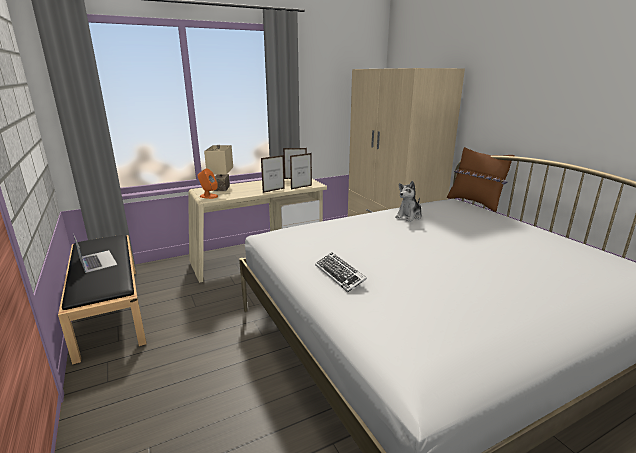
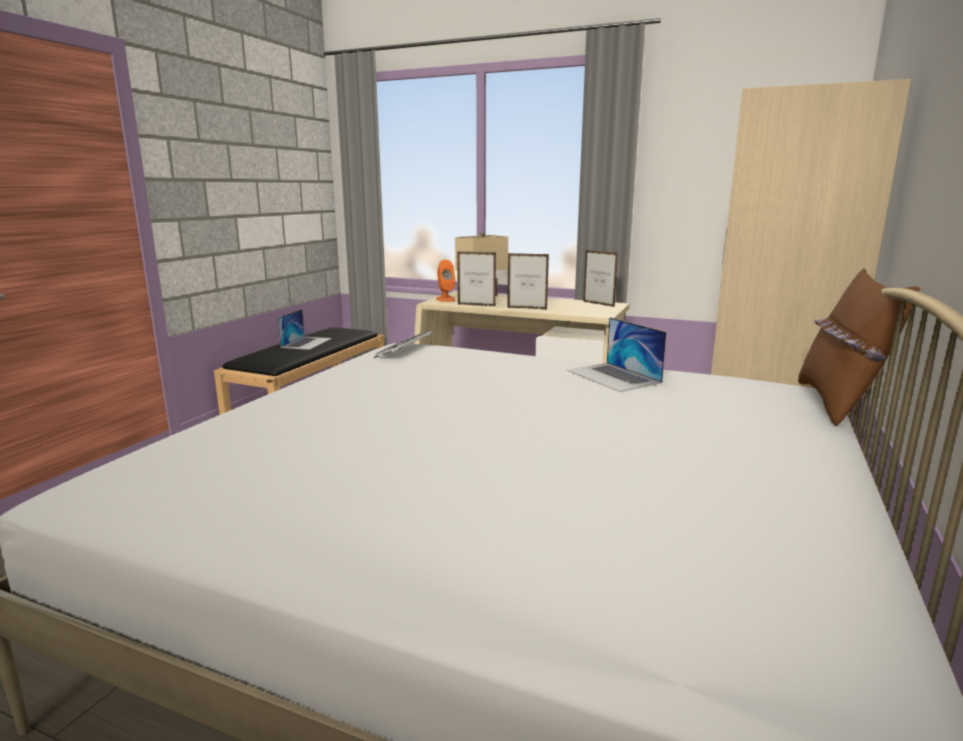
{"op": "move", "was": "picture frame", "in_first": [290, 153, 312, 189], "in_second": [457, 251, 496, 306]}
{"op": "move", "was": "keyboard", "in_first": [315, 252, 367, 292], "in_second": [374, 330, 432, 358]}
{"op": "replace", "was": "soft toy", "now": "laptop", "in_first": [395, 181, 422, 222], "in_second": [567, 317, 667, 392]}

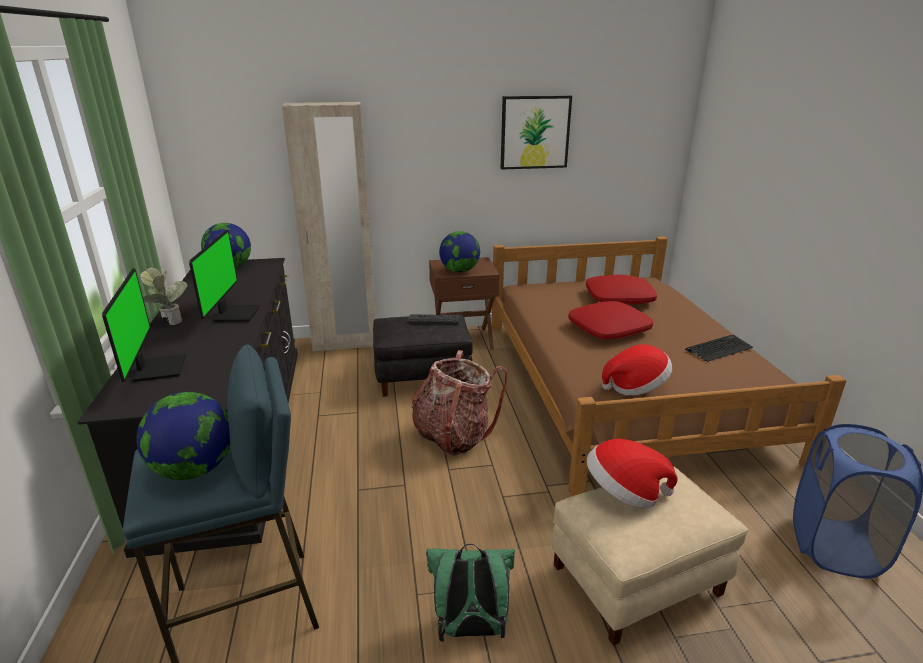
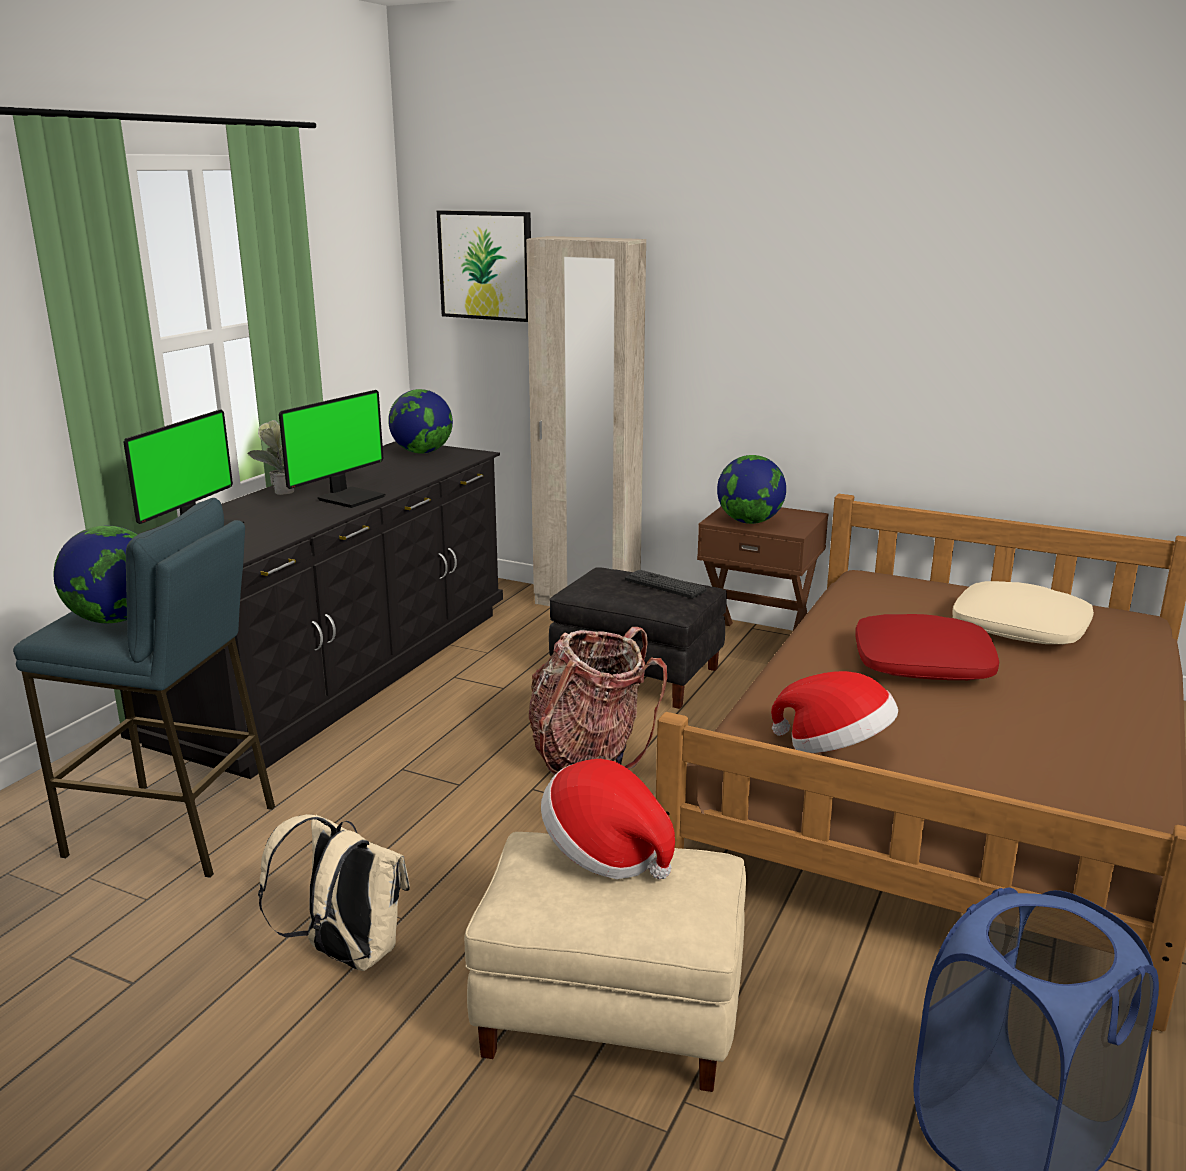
{"op": "recolor", "was": "greenish knapsack", "now": "beige-coloured knapsack", "in_first": [426, 544, 515, 642], "in_second": [258, 814, 410, 971]}
{"op": "move", "was": "wall art", "in_first": [501, 95, 572, 170], "in_second": [437, 210, 531, 322]}
{"op": "recolor", "was": "reddish pillow", "now": "beige-coloured pillow", "in_first": [586, 275, 657, 305], "in_second": [952, 581, 1094, 644]}
{"op": "delete", "was": "keyboard", "in_first": [685, 335, 753, 362]}

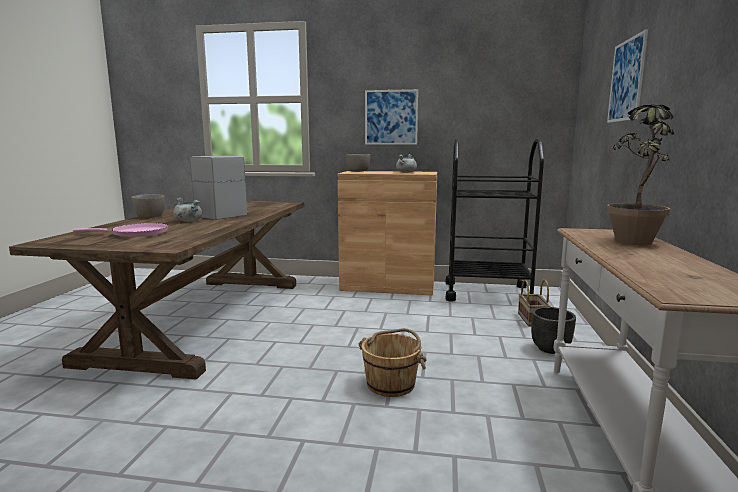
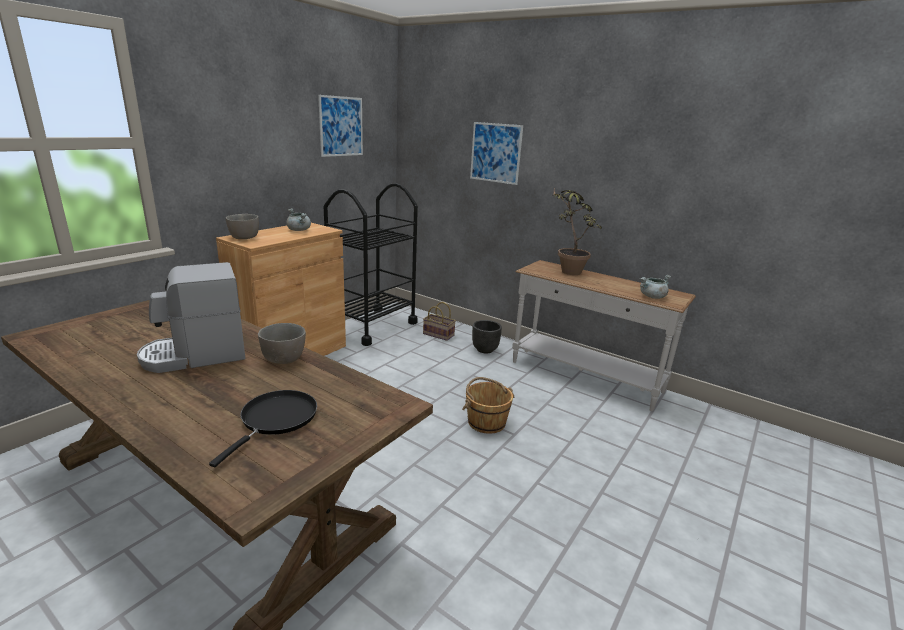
{"op": "recolor", "was": "pink skillet", "now": "black skillet", "in_first": [73, 223, 168, 237], "in_second": [209, 390, 317, 467]}
{"op": "move", "was": "grey bowl", "in_first": [131, 194, 165, 218], "in_second": [258, 323, 306, 364]}
{"op": "move", "was": "grey stockpot", "in_first": [174, 198, 202, 222], "in_second": [640, 275, 671, 299]}
{"op": "move", "was": "wall art", "in_first": [365, 89, 418, 145], "in_second": [318, 95, 363, 157]}

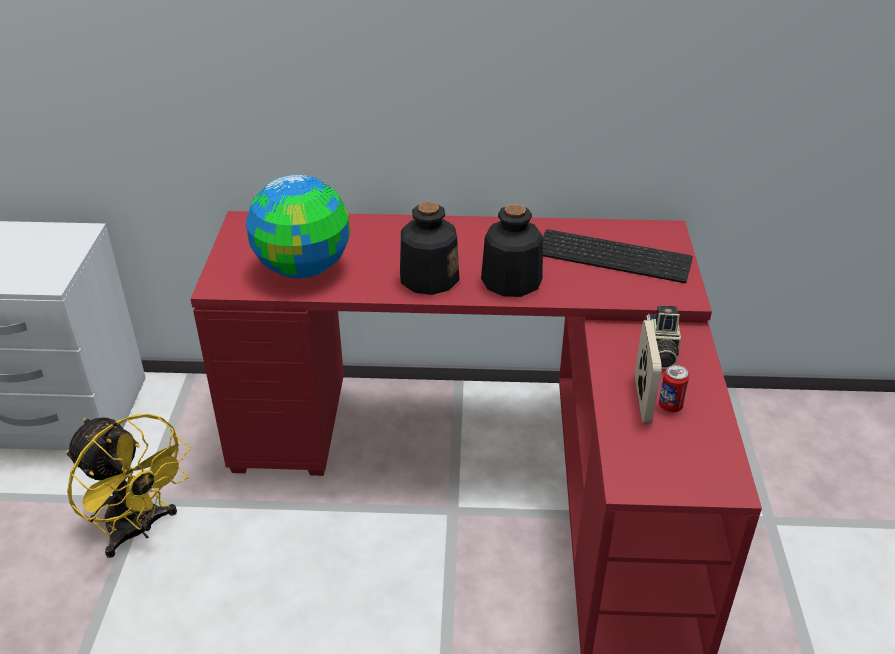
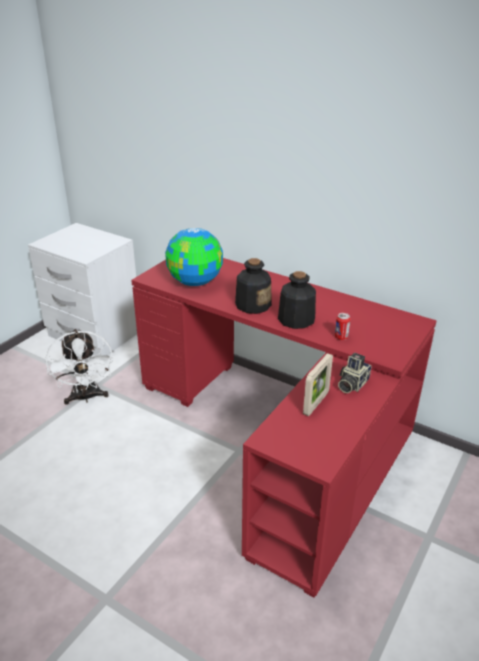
{"op": "recolor", "was": "yellowish fan", "now": "whitish fan", "in_first": [66, 414, 191, 558], "in_second": [46, 329, 114, 405]}
{"op": "delete", "was": "keyboard", "in_first": [543, 229, 693, 283]}
{"op": "move", "was": "sealed can", "in_first": [659, 365, 689, 412], "in_second": [335, 313, 351, 340]}

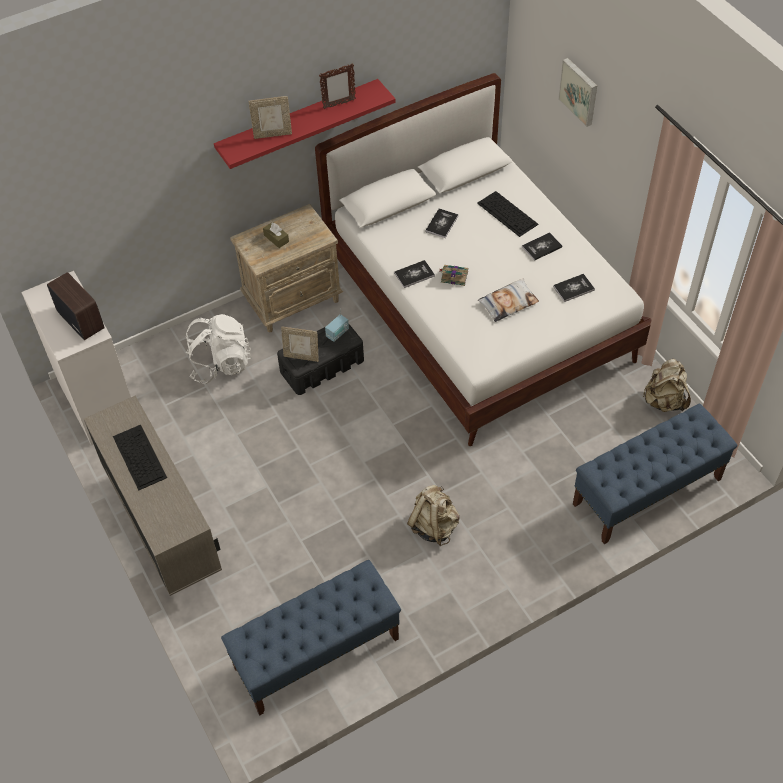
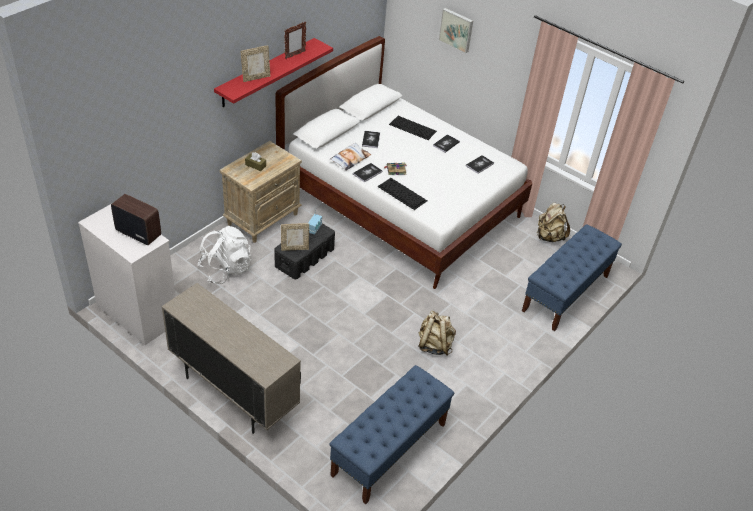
{"op": "move", "was": "keyboard", "in_first": [113, 425, 167, 491], "in_second": [377, 178, 427, 210]}
{"op": "move", "was": "pillow", "in_first": [478, 279, 539, 322], "in_second": [330, 143, 371, 171]}

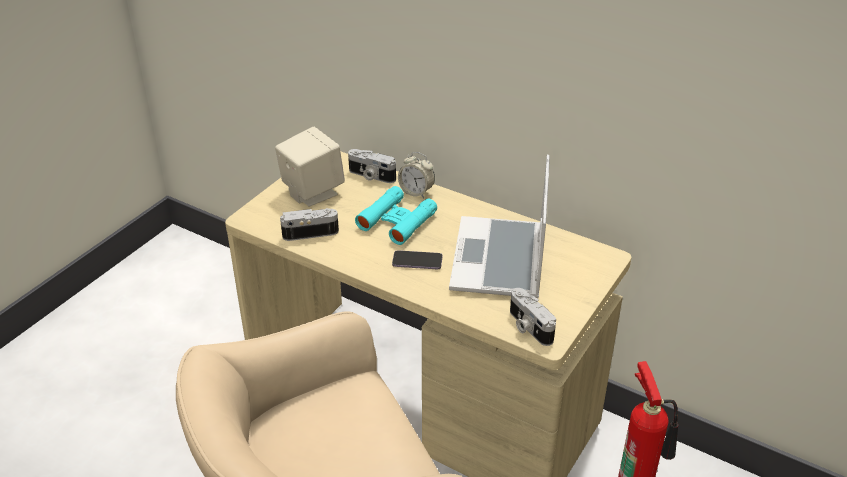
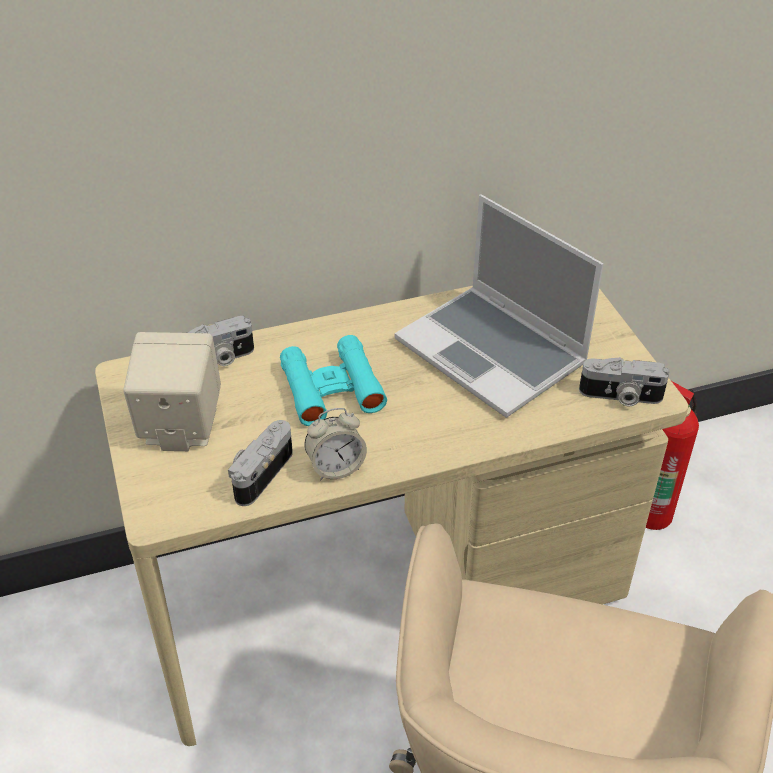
{"op": "delete", "was": "handset", "in_first": [392, 250, 442, 269]}
{"op": "move", "was": "bedside clock", "in_first": [398, 152, 435, 198], "in_second": [305, 408, 367, 480]}

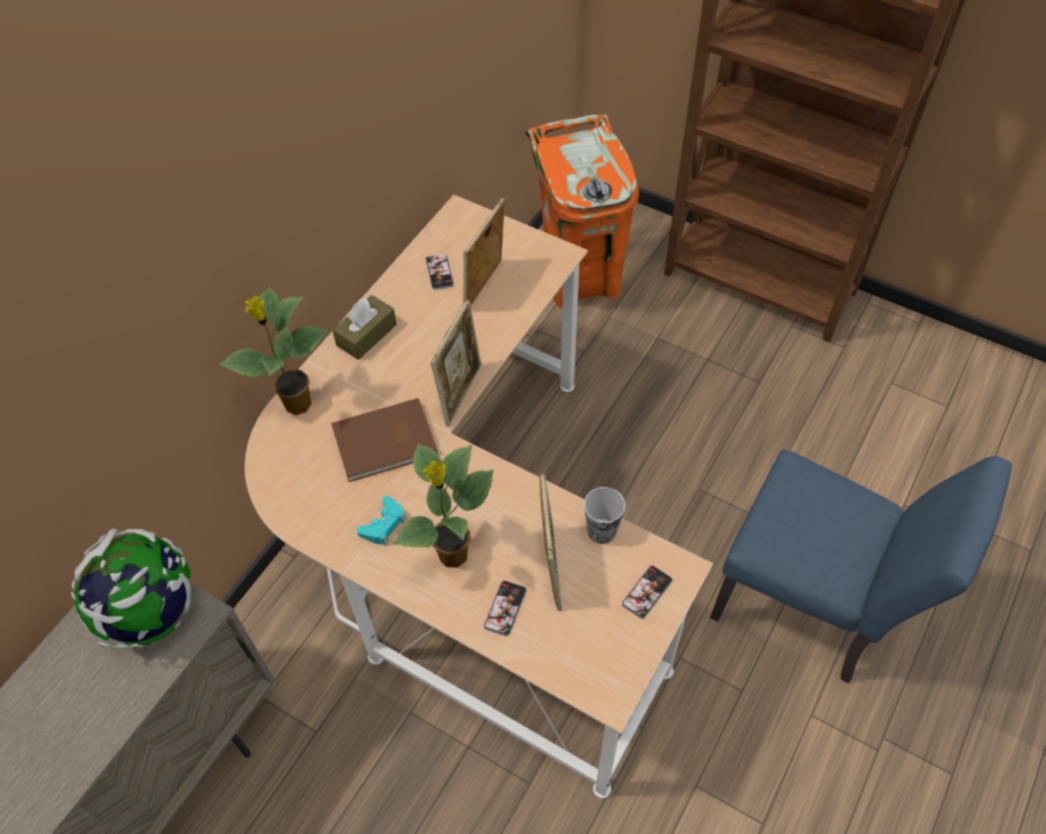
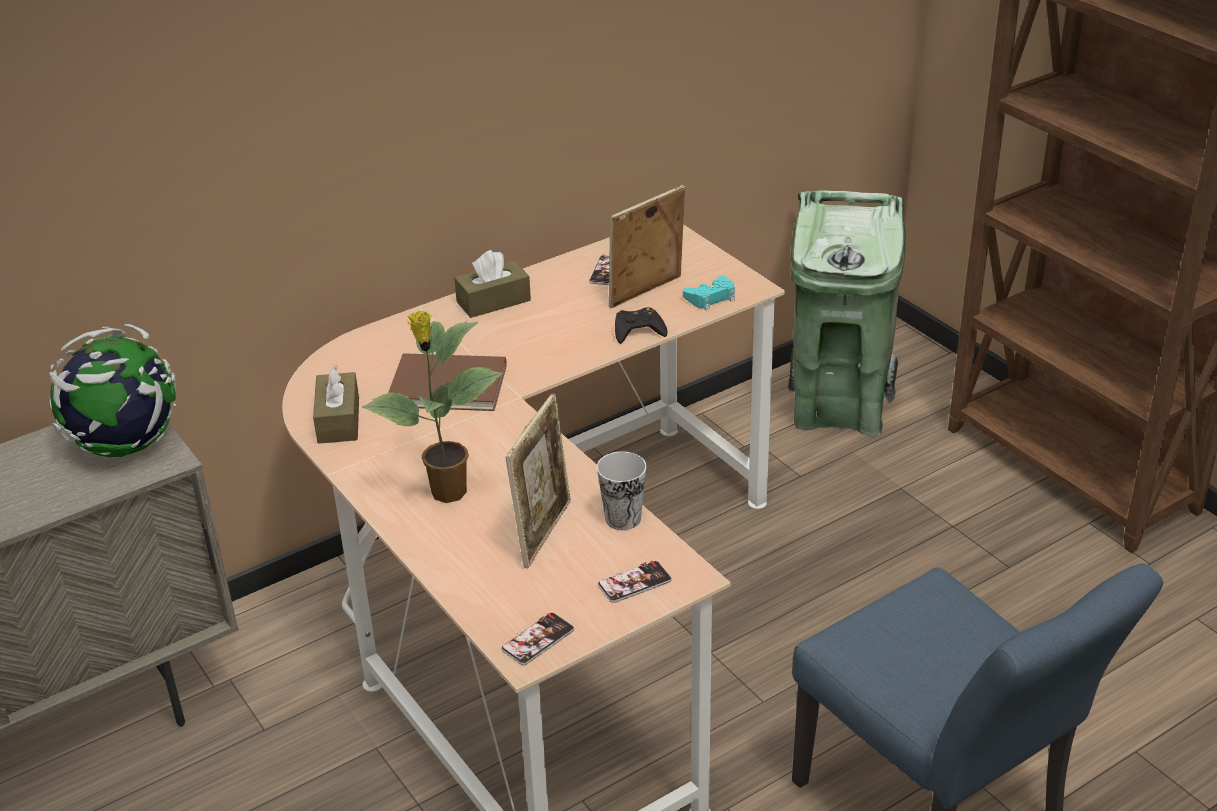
{"op": "delete", "was": "potted plant", "in_first": [219, 287, 329, 415]}
{"op": "move", "was": "turquoise game controller", "in_first": [357, 496, 407, 545], "in_second": [683, 276, 735, 310]}
{"op": "delete", "was": "picture frame", "in_first": [431, 299, 482, 427]}
{"op": "move", "was": "handset", "in_first": [484, 580, 527, 636], "in_second": [501, 613, 574, 665]}
{"op": "recolor", "was": "orange rubbish bin", "now": "greenish rubbish bin", "in_first": [526, 114, 639, 308], "in_second": [788, 190, 906, 436]}
{"op": "insert", "now": "brownish box of tissues", "in_second": [313, 365, 359, 444]}
{"op": "insert", "now": "black game controller", "in_second": [615, 307, 668, 344]}

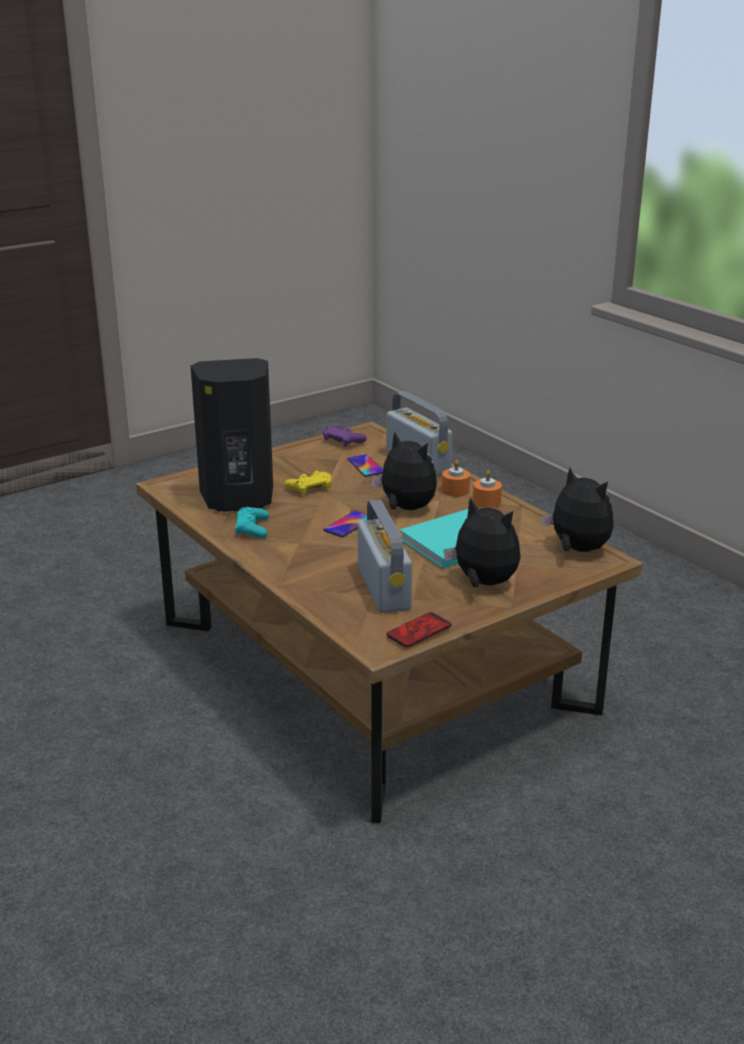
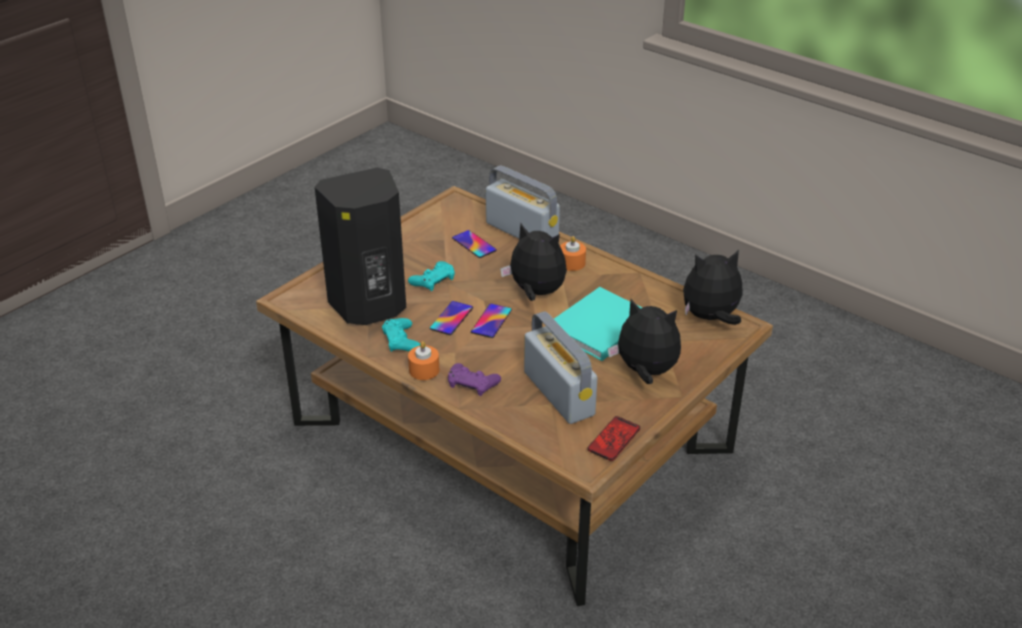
{"op": "recolor", "was": "yellowish game controller", "now": "turquoise game controller", "in_first": [284, 471, 332, 495], "in_second": [408, 261, 455, 291]}
{"op": "move", "was": "purple-coloured game controller", "in_first": [323, 424, 367, 447], "in_second": [448, 363, 501, 396]}
{"op": "move", "was": "orange wax light", "in_first": [473, 470, 502, 508], "in_second": [408, 341, 439, 380]}
{"op": "rotate", "was": "soft toy", "in_first": [541, 467, 613, 552], "in_second": [683, 250, 743, 325], "clockwise": -45}
{"op": "insert", "now": "handset", "in_second": [430, 301, 473, 335]}

